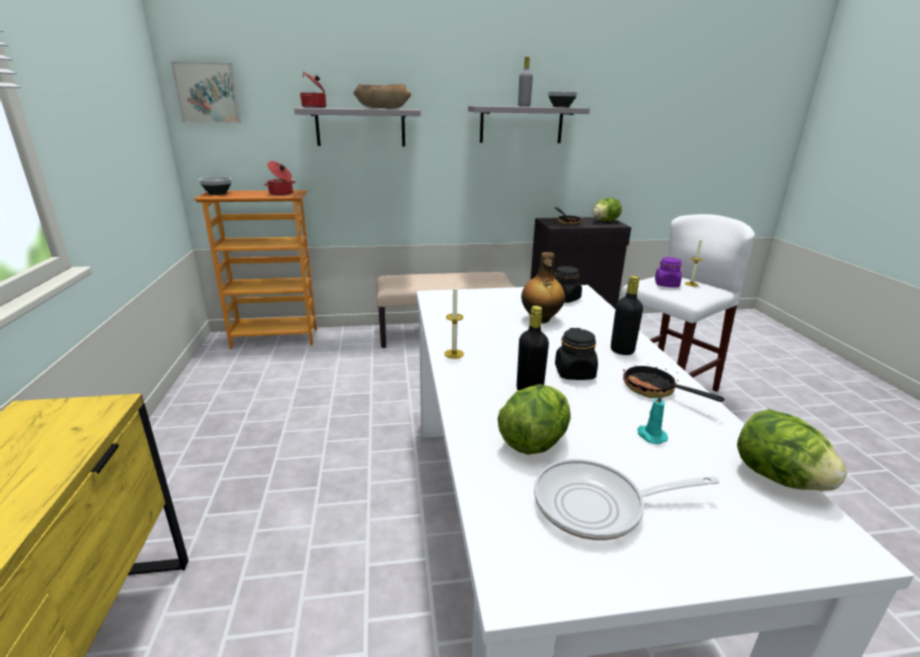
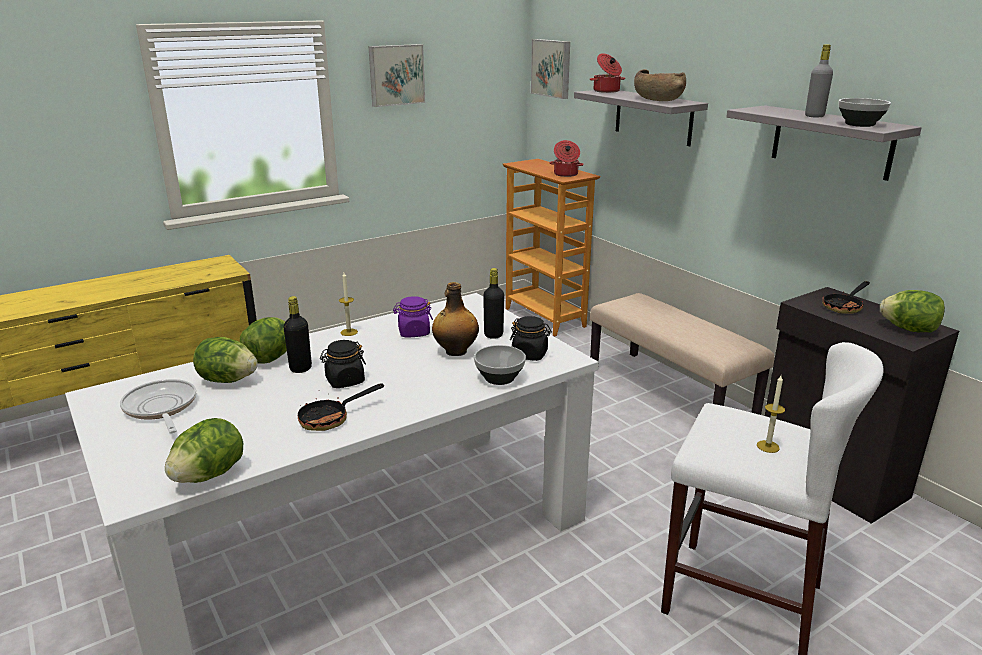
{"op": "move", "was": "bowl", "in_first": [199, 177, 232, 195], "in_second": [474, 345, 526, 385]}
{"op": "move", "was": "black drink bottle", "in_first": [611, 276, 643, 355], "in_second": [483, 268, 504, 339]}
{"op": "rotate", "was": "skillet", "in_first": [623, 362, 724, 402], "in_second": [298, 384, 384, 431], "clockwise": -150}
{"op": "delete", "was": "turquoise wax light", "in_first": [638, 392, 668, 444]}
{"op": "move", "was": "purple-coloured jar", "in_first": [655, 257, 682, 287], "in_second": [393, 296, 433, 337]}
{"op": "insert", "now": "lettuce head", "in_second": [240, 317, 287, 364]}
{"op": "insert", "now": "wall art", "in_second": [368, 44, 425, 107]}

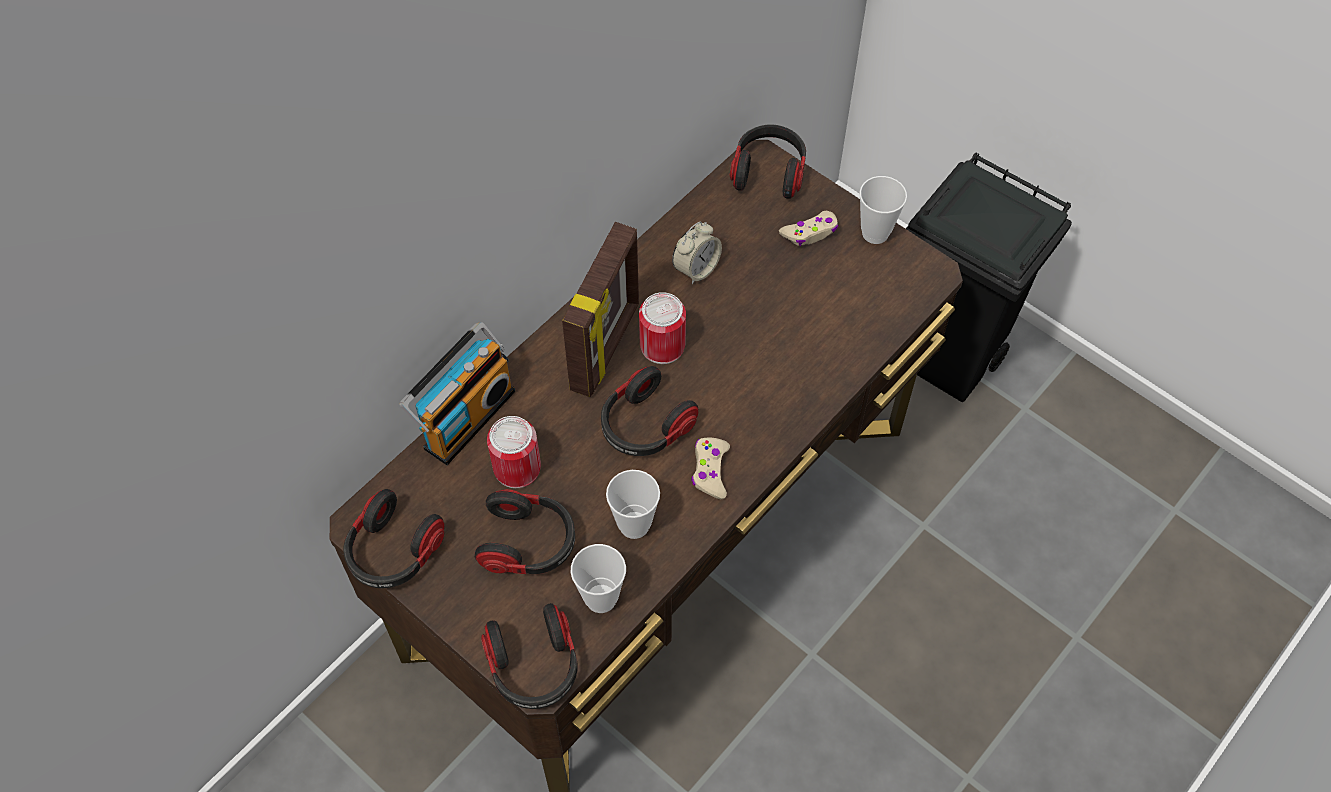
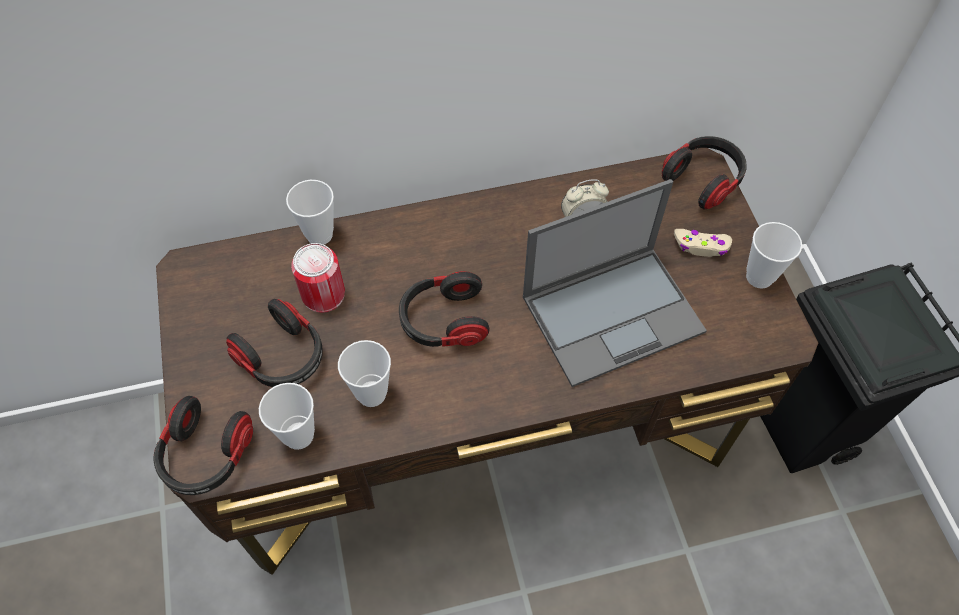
{"op": "delete", "was": "headphones", "in_first": [344, 489, 444, 588]}
{"op": "replace", "was": "radio receiver", "now": "small cup", "in_first": [399, 322, 515, 465], "in_second": [286, 180, 334, 245]}
{"op": "delete", "was": "picture frame", "in_first": [562, 222, 639, 397]}
{"op": "delete", "was": "sealed can", "in_first": [639, 292, 686, 364]}
{"op": "delete", "was": "beige-coloured game controller", "in_first": [691, 438, 730, 499]}
{"op": "insert", "now": "laptop", "in_second": [523, 179, 707, 387]}

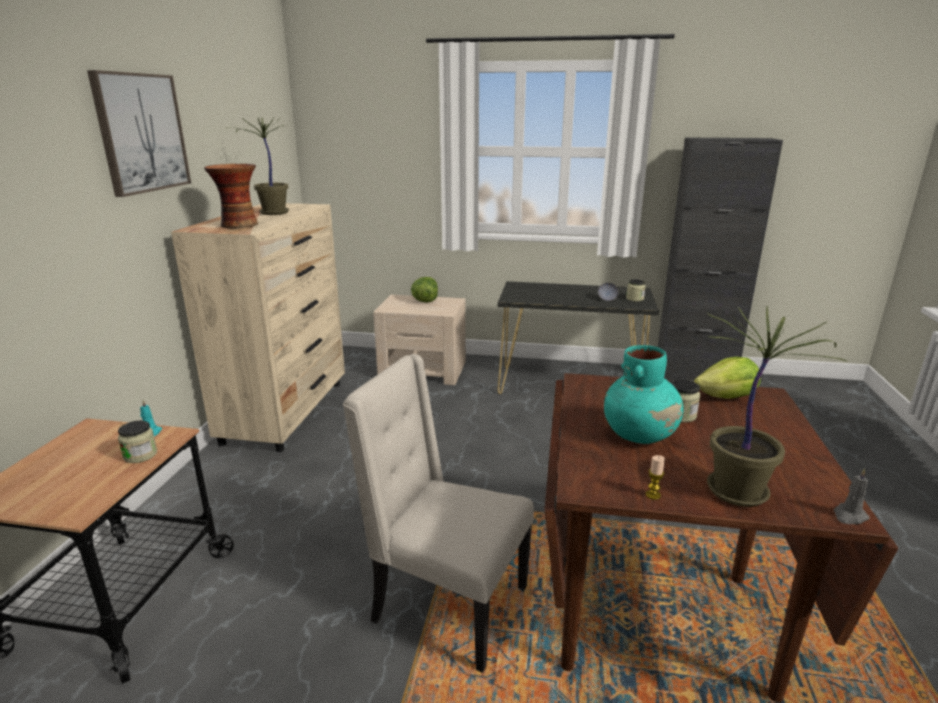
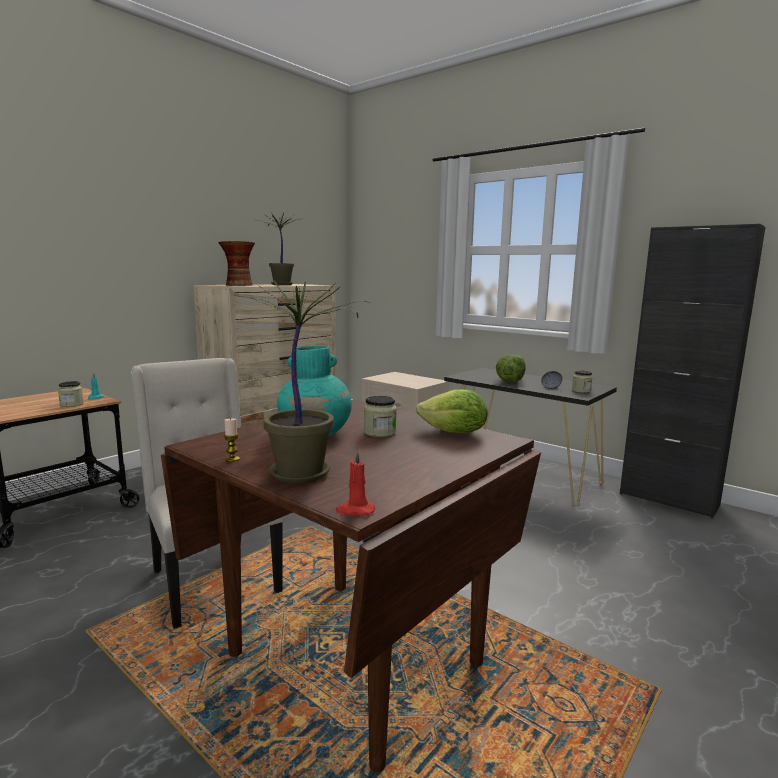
{"op": "delete", "was": "wall art", "in_first": [87, 70, 191, 197]}
{"op": "move", "was": "lettuce head", "in_first": [411, 277, 438, 302], "in_second": [496, 355, 526, 382]}
{"op": "recolor", "was": "grey wax light", "now": "reddish wax light", "in_first": [834, 468, 870, 524], "in_second": [336, 450, 375, 516]}

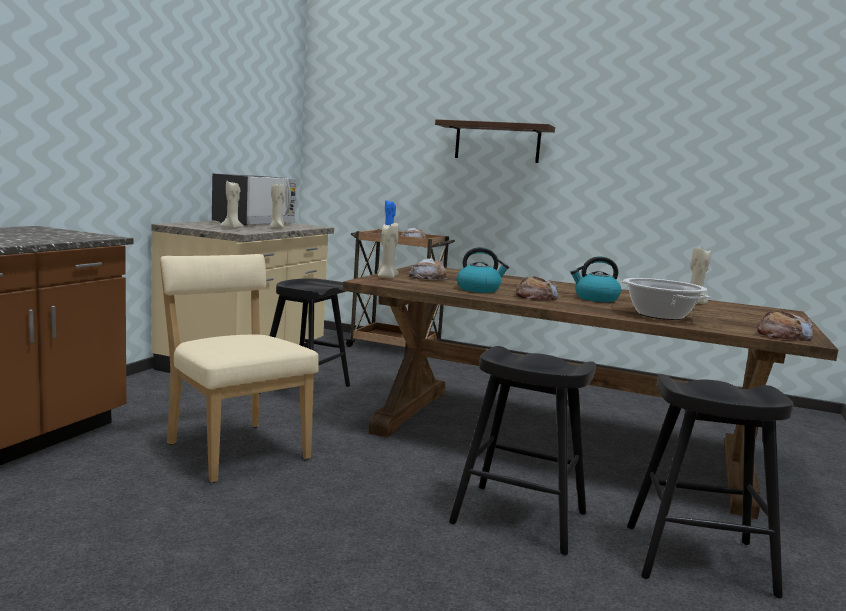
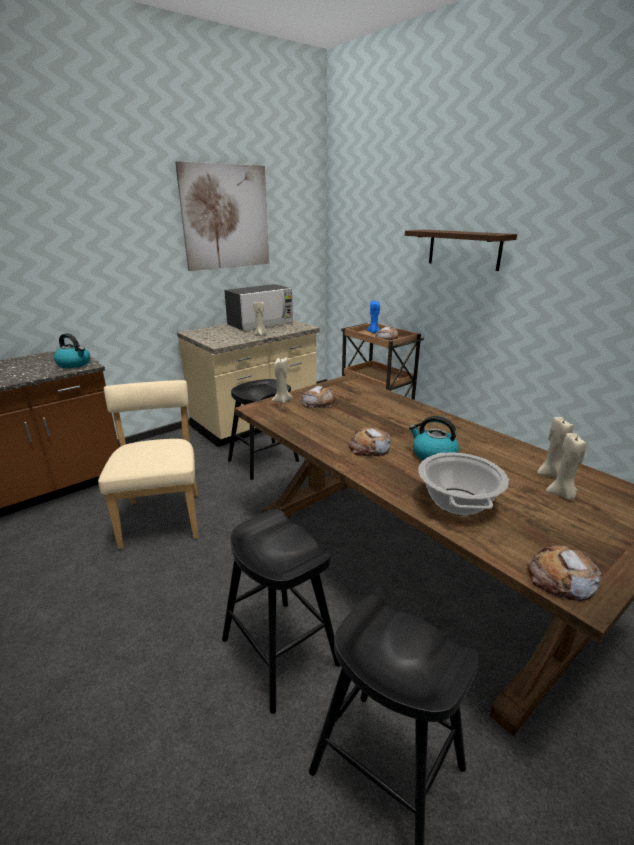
{"op": "move", "was": "beige-coloured wax light", "in_first": [220, 181, 243, 229], "in_second": [546, 433, 587, 500]}
{"op": "move", "was": "tea kettle", "in_first": [457, 247, 509, 293], "in_second": [54, 333, 90, 368]}
{"op": "insert", "now": "wall art", "in_second": [175, 161, 269, 271]}

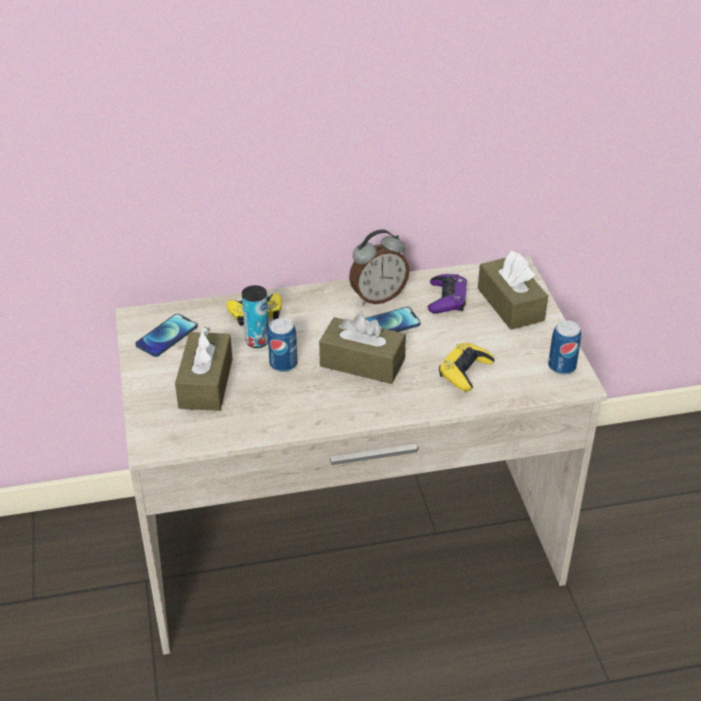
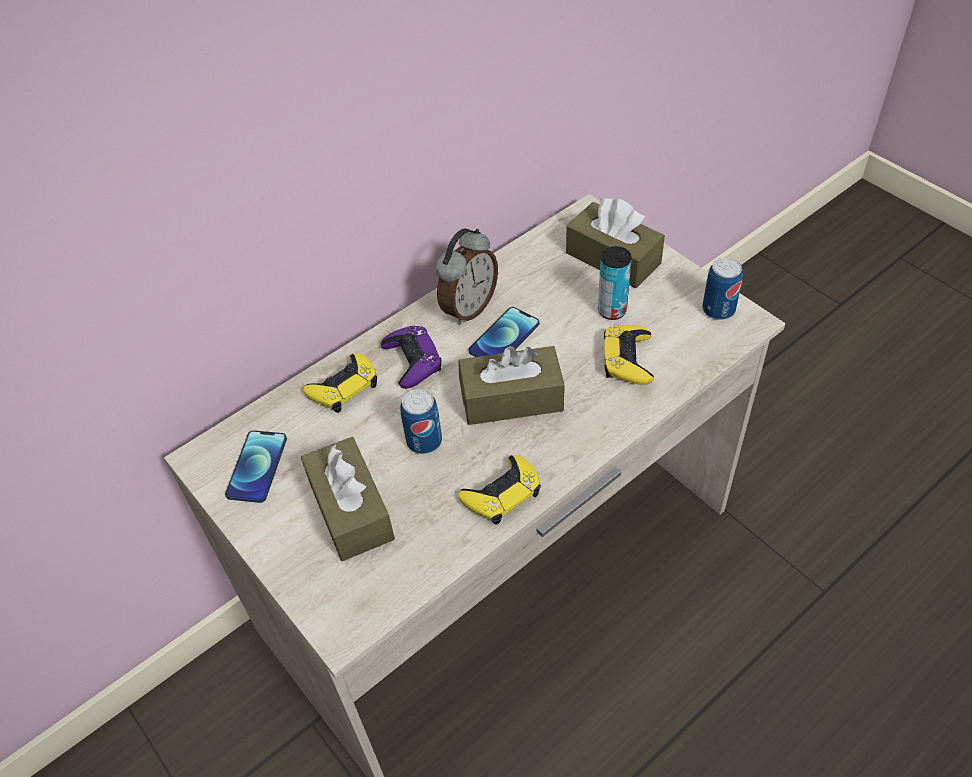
{"op": "move", "was": "sealed can", "in_first": [242, 285, 269, 348], "in_second": [598, 246, 632, 320]}
{"op": "move", "was": "purple-coloured game controller", "in_first": [428, 274, 467, 313], "in_second": [380, 326, 442, 389]}
{"op": "insert", "now": "yellowish game controller", "in_second": [458, 455, 541, 524]}

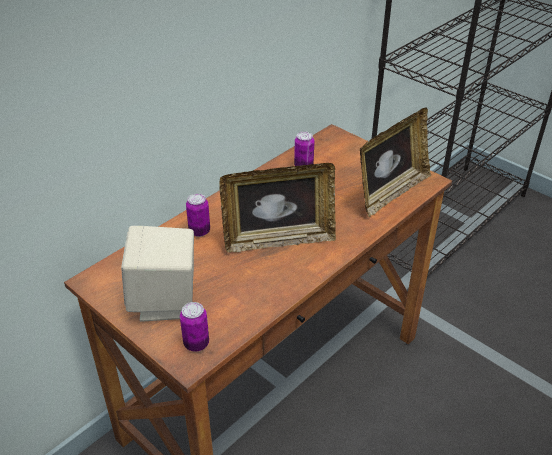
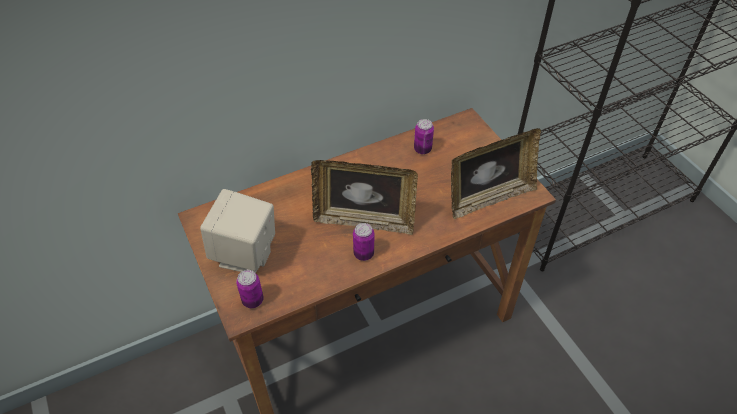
{"op": "move", "was": "sealed can", "in_first": [186, 193, 210, 237], "in_second": [353, 223, 374, 261]}

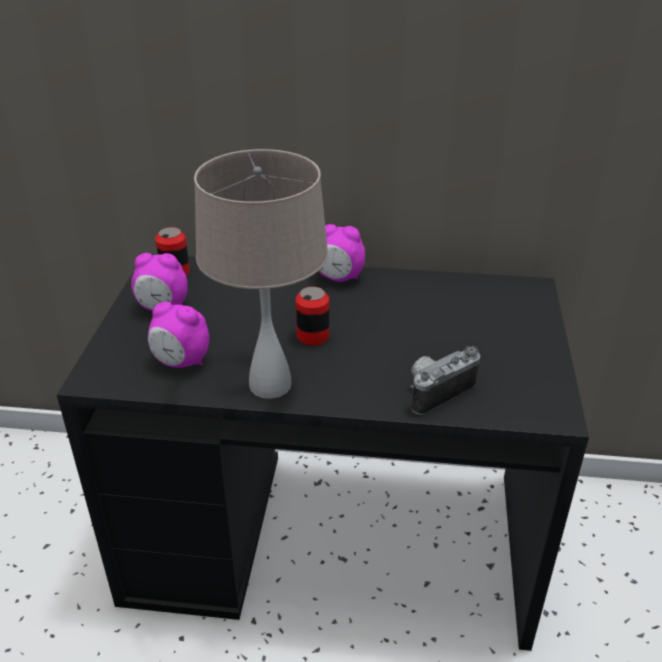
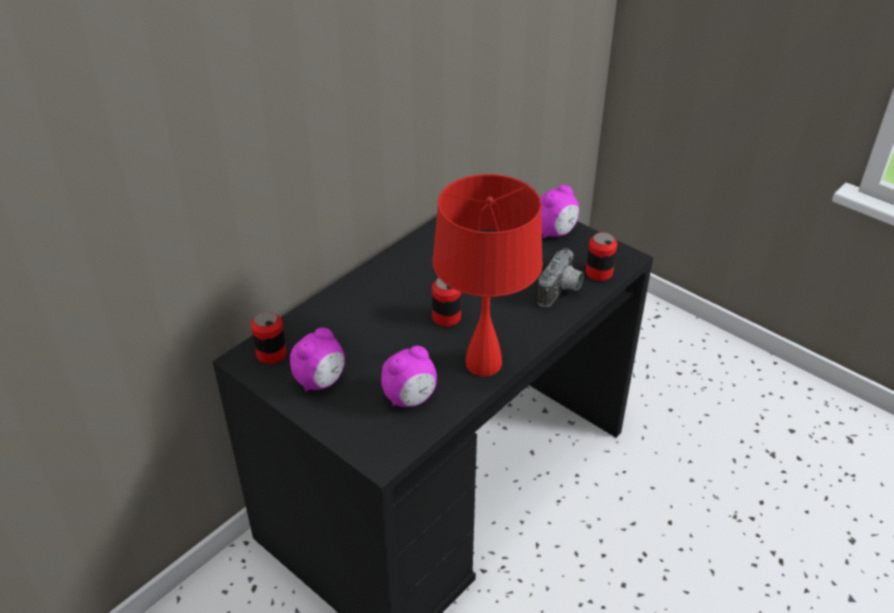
{"op": "recolor", "was": "beige-coloured tabletop lamp", "now": "reddish tabletop lamp", "in_first": [194, 149, 328, 399], "in_second": [432, 174, 543, 376]}
{"op": "move", "was": "bedside clock", "in_first": [319, 224, 365, 282], "in_second": [540, 185, 579, 238]}
{"op": "rotate", "was": "photo camera", "in_first": [410, 346, 480, 415], "in_second": [538, 248, 584, 307], "clockwise": -150}
{"op": "insert", "now": "sealed can", "in_second": [586, 232, 617, 281]}

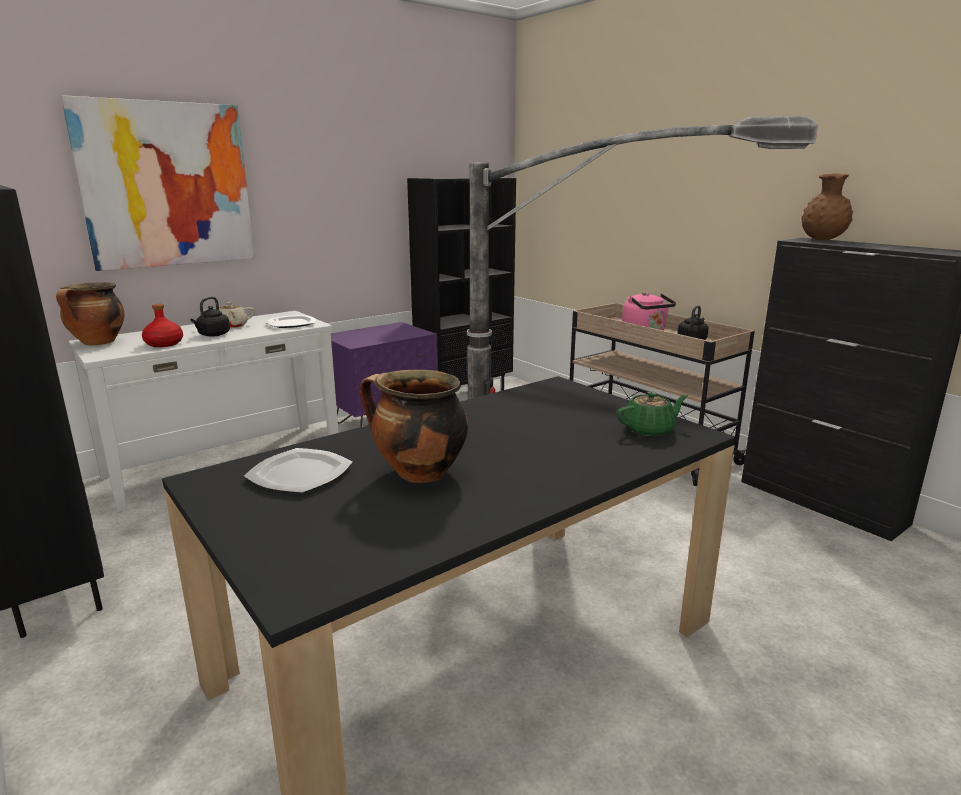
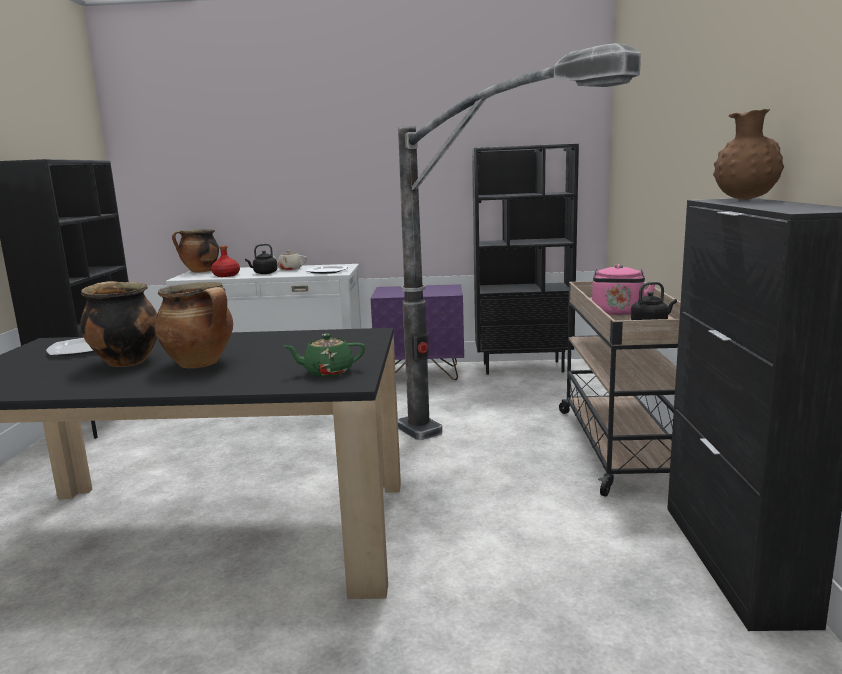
{"op": "delete", "was": "wall art", "in_first": [61, 95, 255, 271]}
{"op": "rotate", "was": "greenish teapot", "in_first": [617, 392, 688, 436], "in_second": [284, 334, 365, 377], "clockwise": 150}
{"op": "insert", "now": "stockpot", "in_second": [155, 282, 233, 368]}

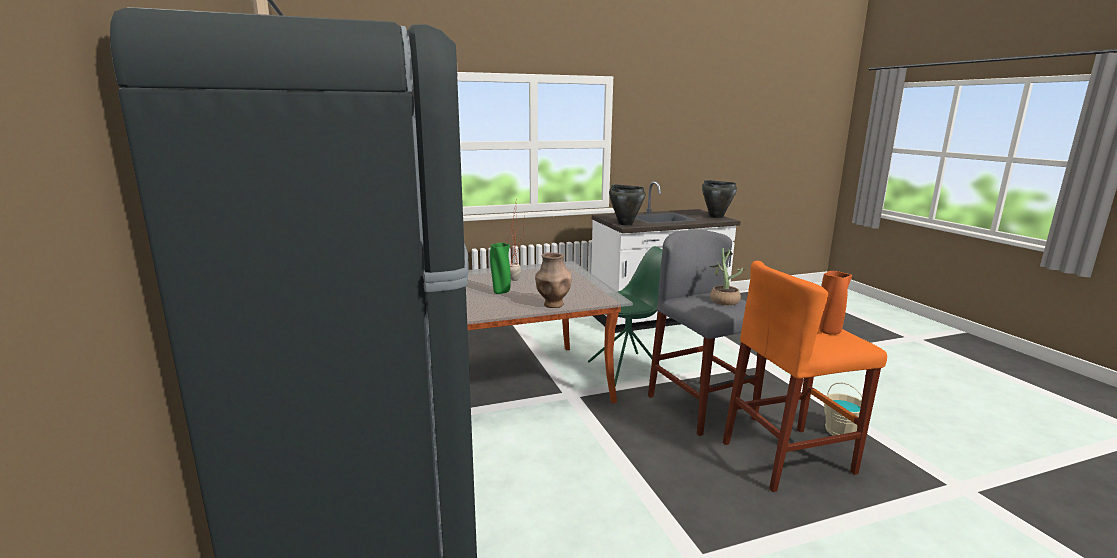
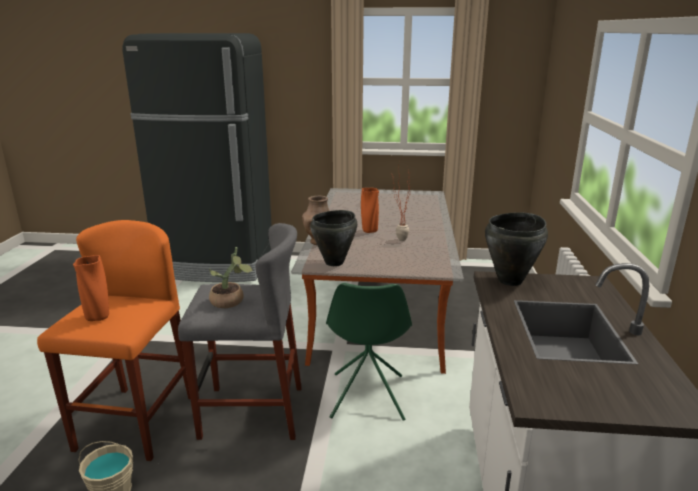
{"op": "recolor", "was": "greenish vase", "now": "orange vase", "in_first": [490, 243, 511, 294], "in_second": [361, 188, 379, 233]}
{"op": "move", "was": "black stockpot", "in_first": [702, 180, 737, 218], "in_second": [310, 210, 357, 266]}

